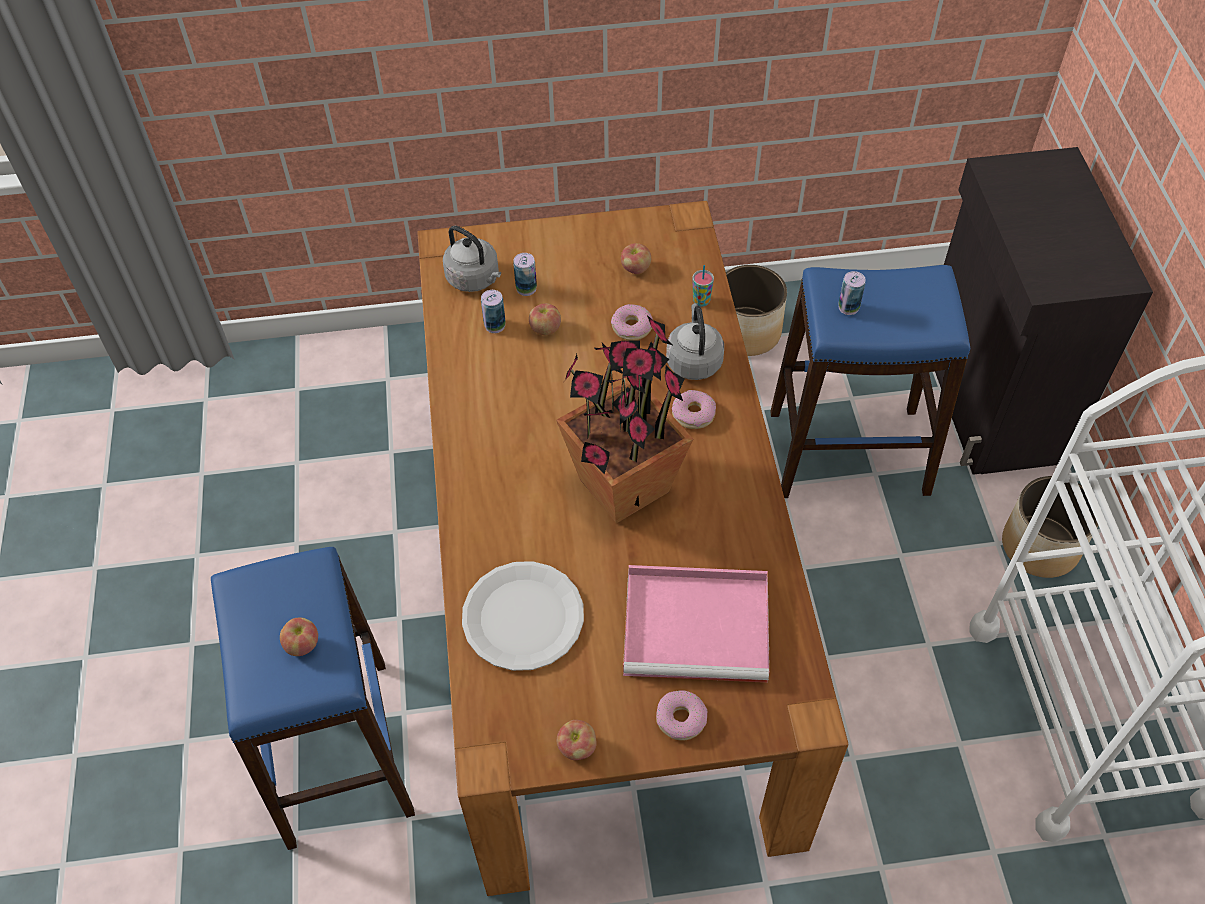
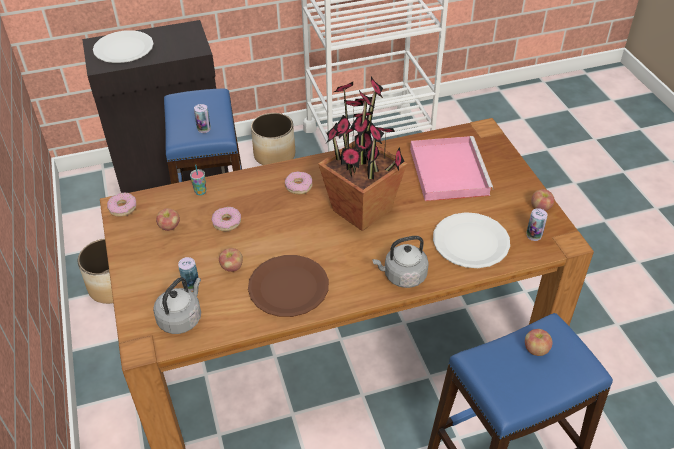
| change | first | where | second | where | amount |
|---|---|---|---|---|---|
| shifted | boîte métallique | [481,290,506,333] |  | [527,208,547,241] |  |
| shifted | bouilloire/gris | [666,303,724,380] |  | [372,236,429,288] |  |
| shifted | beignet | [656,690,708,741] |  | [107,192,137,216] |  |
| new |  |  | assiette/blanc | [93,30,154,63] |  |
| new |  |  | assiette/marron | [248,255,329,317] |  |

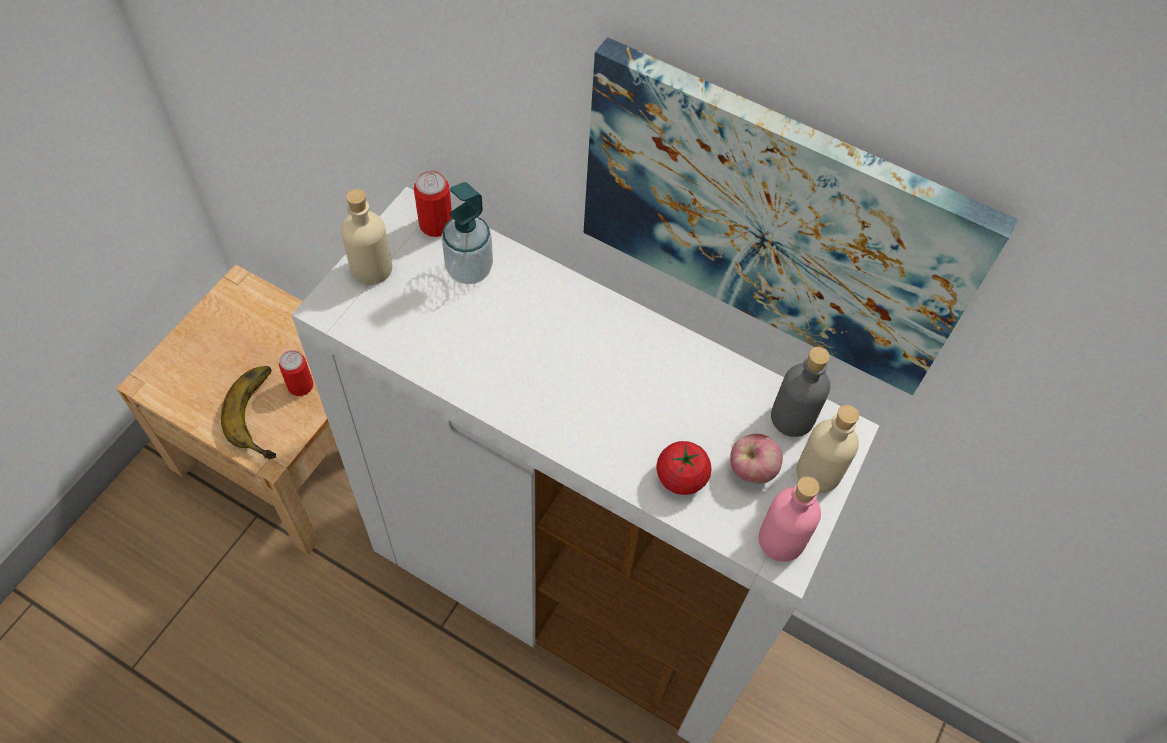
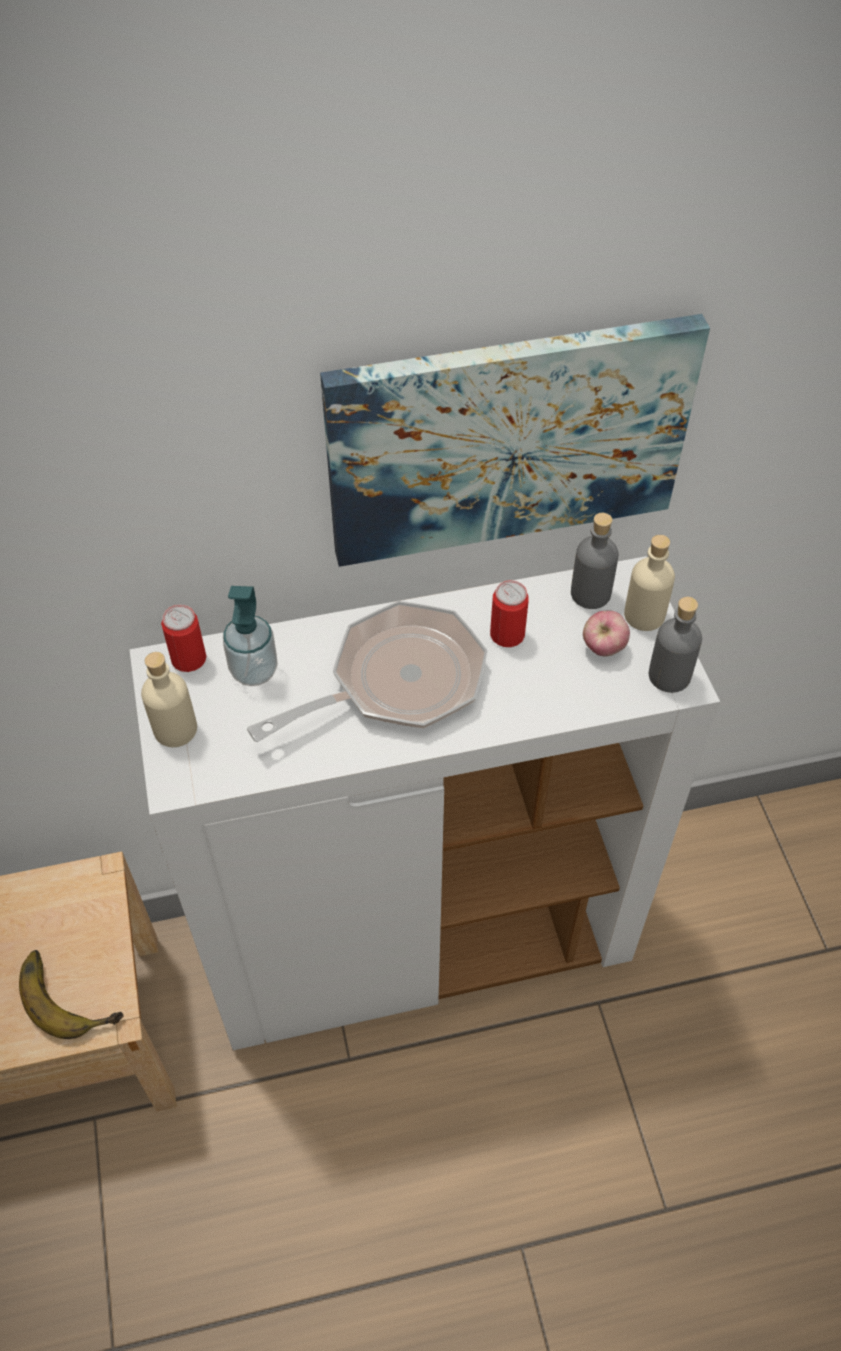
| change | first | where | second | where | amount |
|---|---|---|---|---|---|
| shifted | boîte métallique | [279,350,314,396] |  | [490,580,529,647] |  |
| gone | tomate | [656,441,711,495] |  |  |  |
| repainted | bouteille/rose | [759,476,821,562] | bouteille/gris | [649,597,702,693] |  |
| new |  |  | poêle | [247,601,488,742] |  |

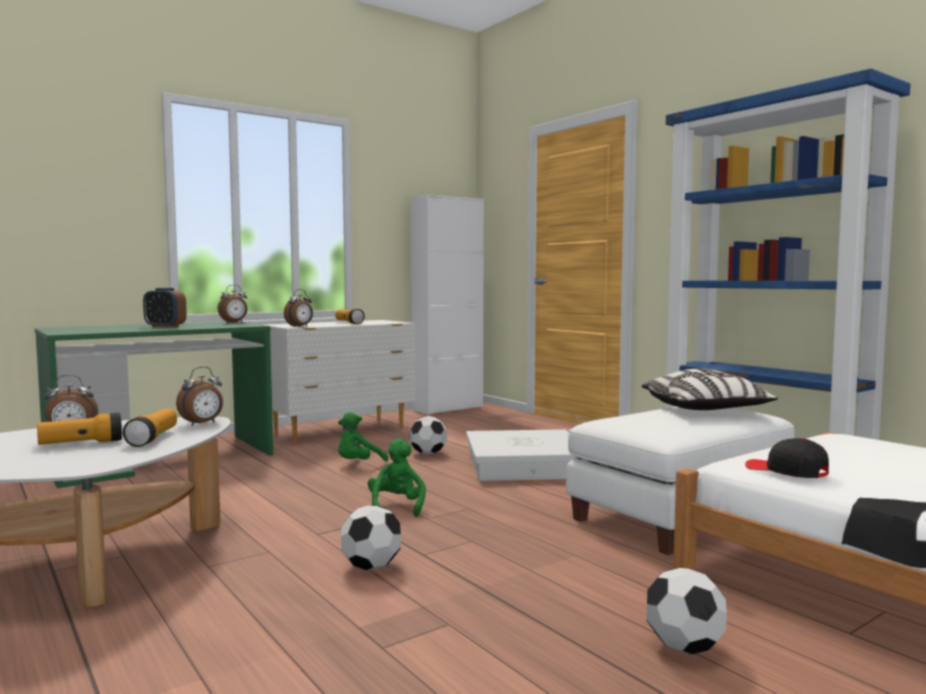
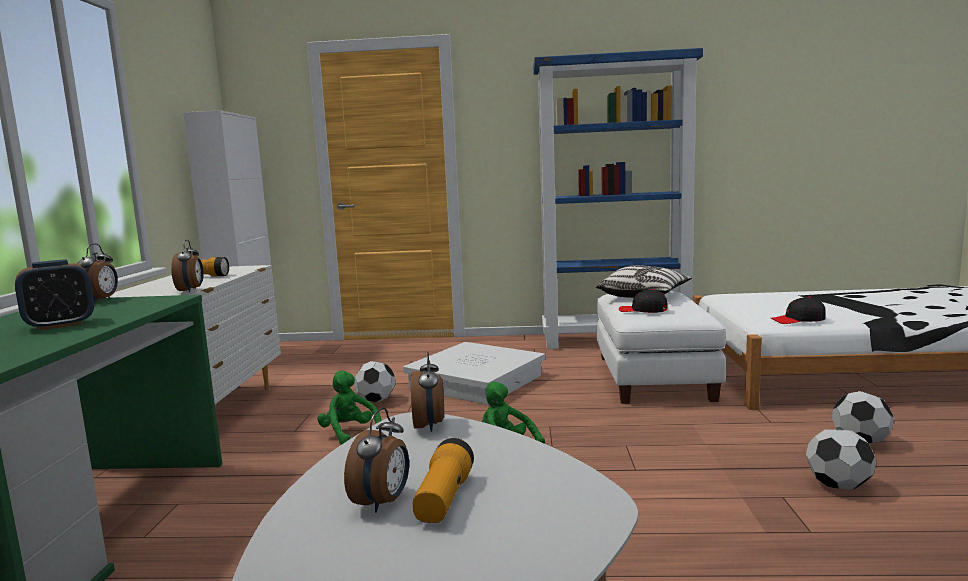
| change | first | where | second | where | amount |
|---|---|---|---|---|---|
| gone | lampe de poche | [123,409,177,447] |  |  |  |
| rotated | peluche/vert | [338,412,389,462] |  | [317,371,382,445] | 150 degrees clockwise |
| shifted | ballon de foot | [341,505,401,570] |  | [806,429,876,490] |  |
| new |  |  | casquette/noir | [619,289,667,313] |  |

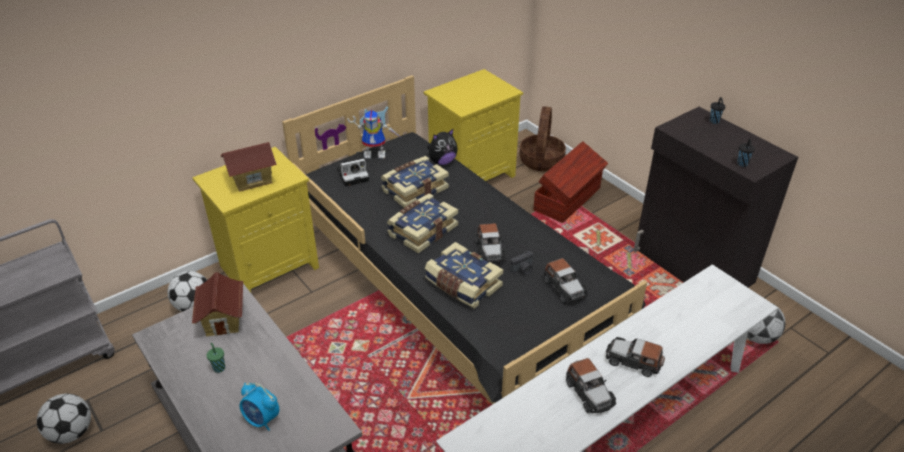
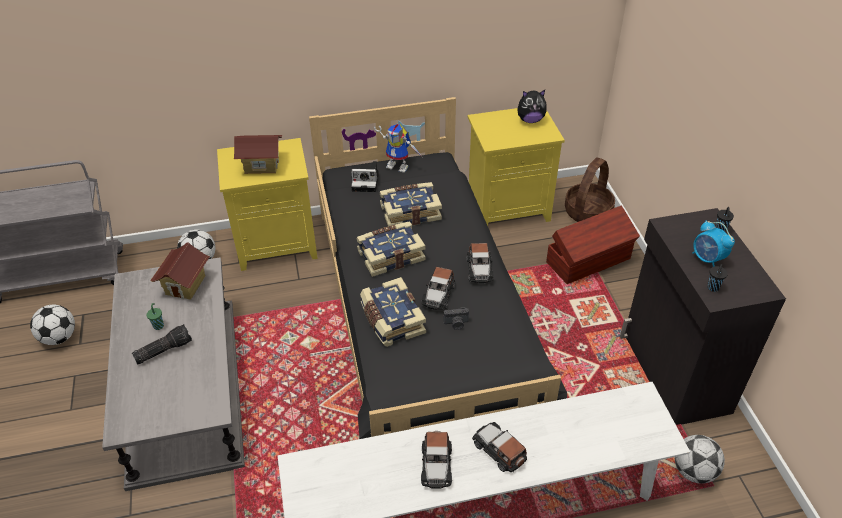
| change | first | where | second | where | amount |
|---|---|---|---|---|---|
| shifted | peluche | [427,129,458,165] |  | [518,90,547,123] |  |
| shifted | petite voiture | [544,258,588,303] |  | [467,243,494,283] |  |
| shifted | réveil | [240,383,279,431] |  | [692,220,735,267] |  |
| new |  |  | lampe de poche | [132,324,192,365] |  |

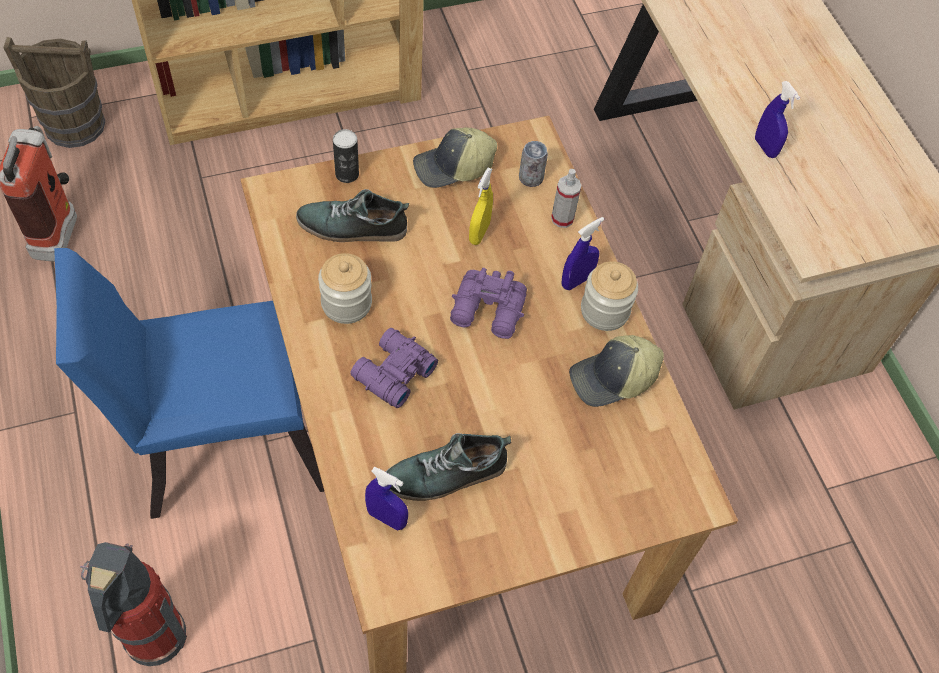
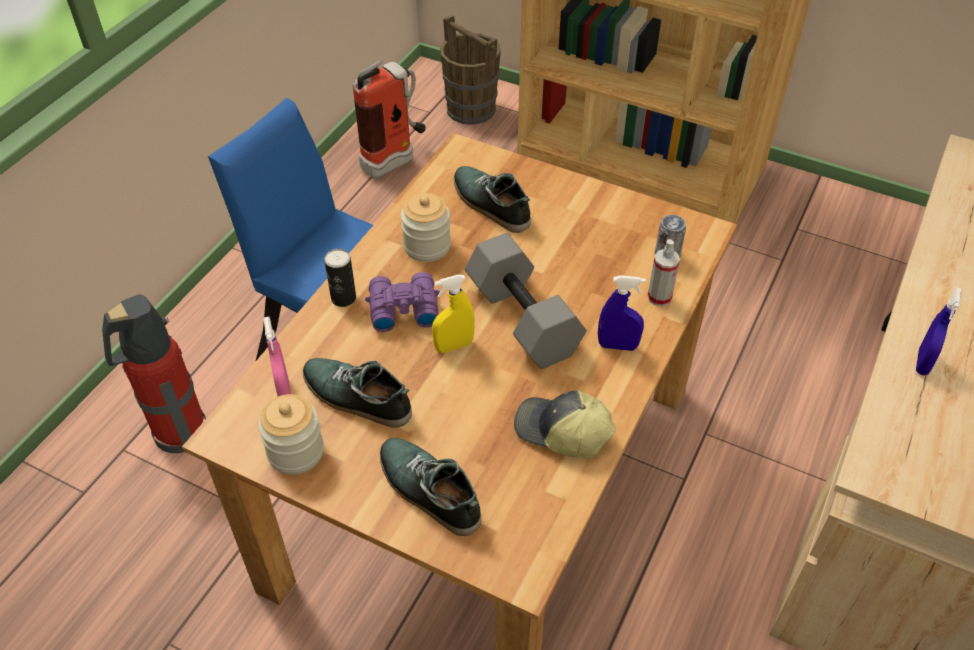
| change | first | where | second | where | amount |
|---|---|---|---|---|---|
| gone | casquette | [413,127,497,188] |  |  |  |
| shifted | boîte métallique | [333,129,359,183] |  | [324,249,356,307] |  |
| shifted | vaporisateur/jaune | [469,168,493,245] |  | [432,274,475,353] |  |
| shifted | bocal | [581,261,638,331] |  | [258,394,324,475] |  |
| swapped | jumelles/violet | [450,268,527,339] | haltère/gris | [465,233,586,369] |  |
| repainted | vaporisateur/bleu | [365,466,408,531] | vaporisateur/rose | [264,317,291,396] |  |
| new |  |  | chaussure | [380,438,481,536] |  |

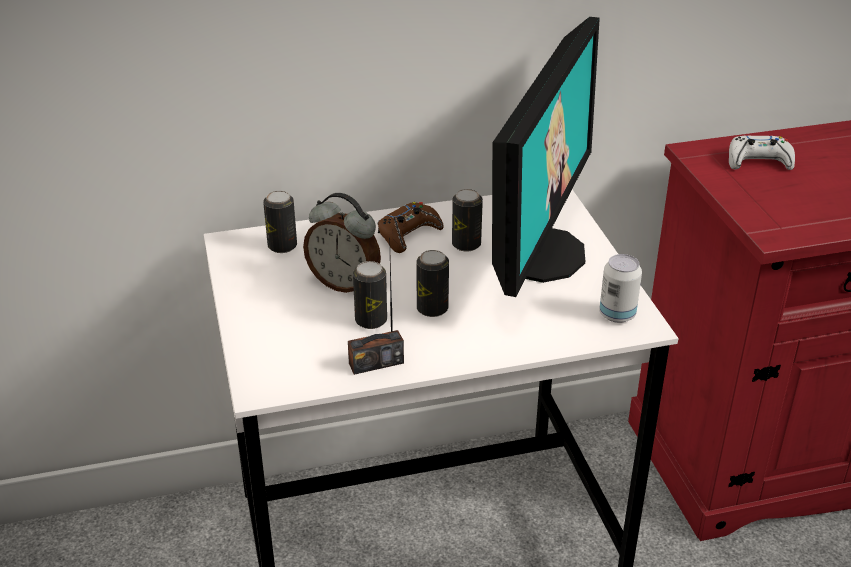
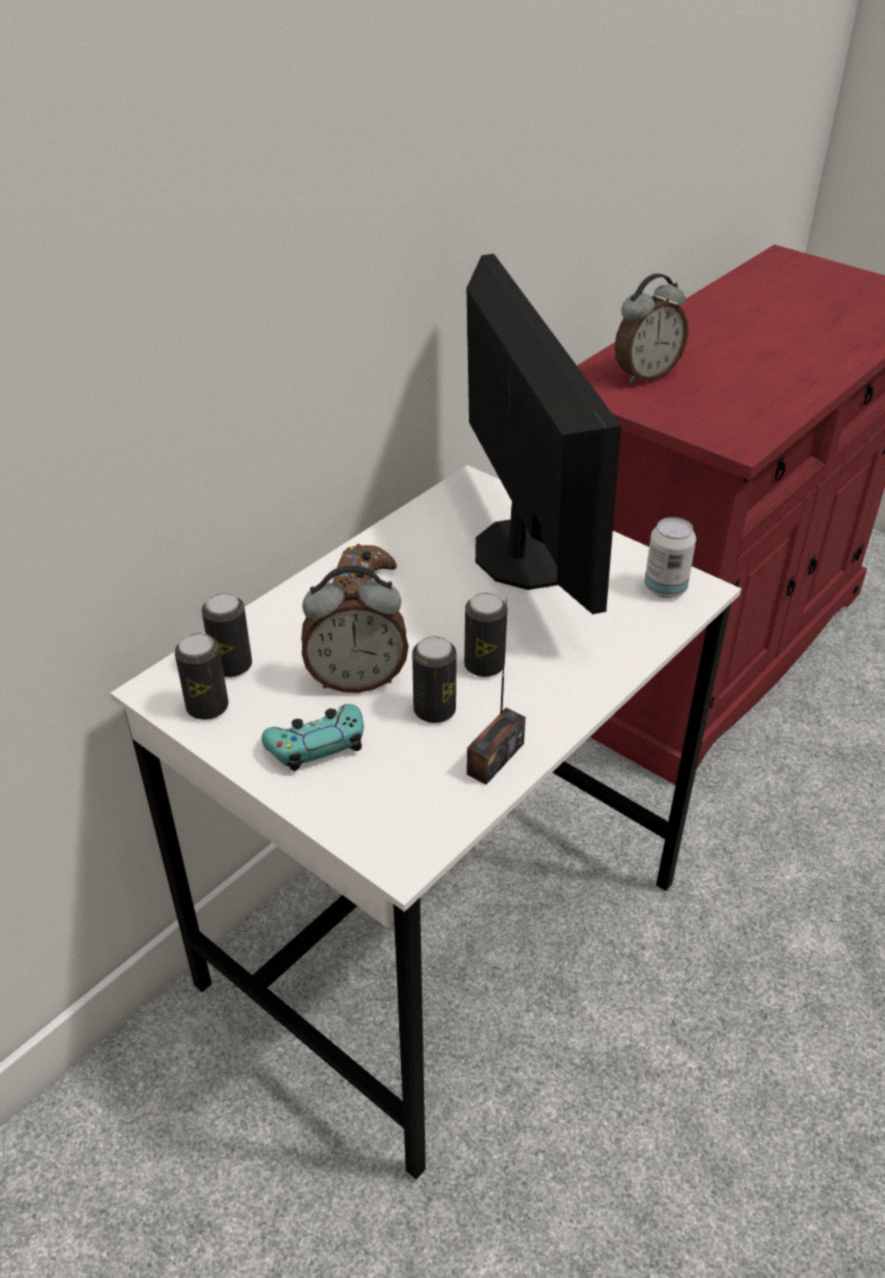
| change | first | where | second | where | amount |
|---|---|---|---|---|---|
| swapped | manette/blanc | [729,135,795,170] | réveil | [615,273,689,384] |  |
| shifted | boîte métallique | [452,189,483,252] |  | [175,633,229,720] |  |
| new |  |  | manette/turquoise | [261,704,364,771] |  |

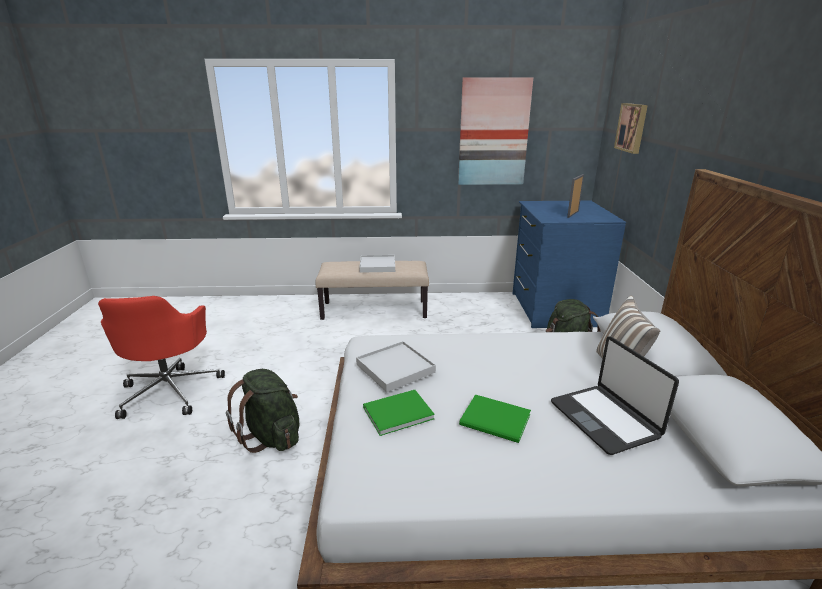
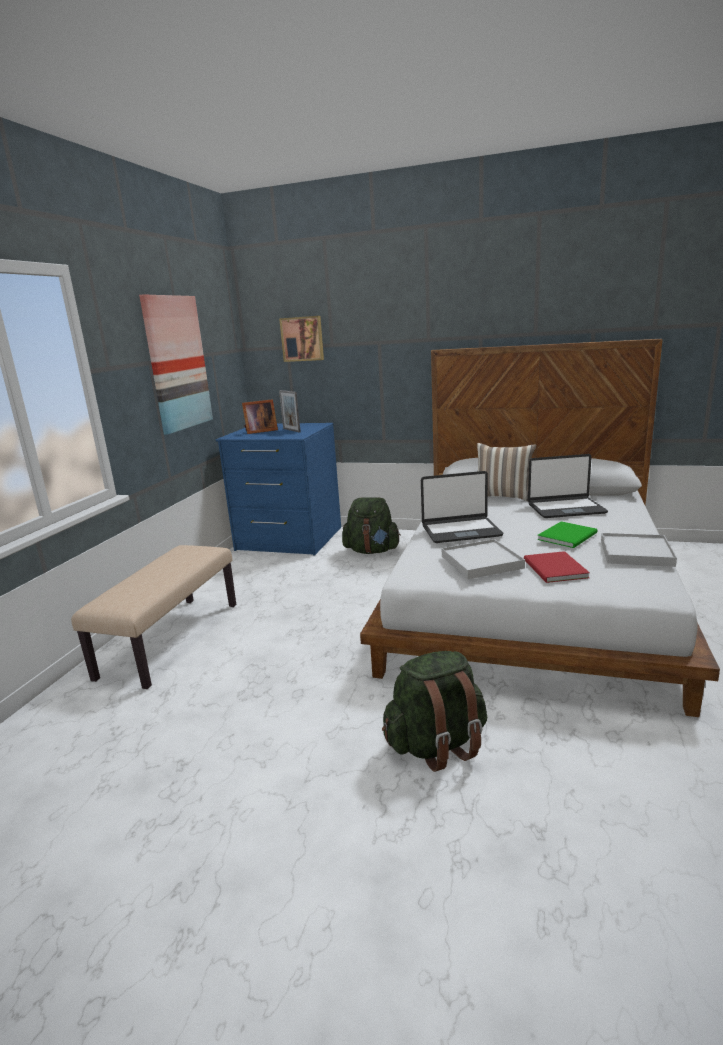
| change | first | where | second | where | amount |
|---|---|---|---|---|---|
| shifted | plateau/blanc | [359,255,395,273] |  | [601,533,677,567] |  |
| gone | chaise de bureau/rouge | [98,296,225,419] |  |  |  |
| repainted | livre/vert | [363,390,435,436] | livre/rouge | [524,551,590,583] |  |
| new |  |  | cadre photo | [242,399,278,434] |  |
| new |  |  | ordinateur portable | [421,471,503,543] |  |

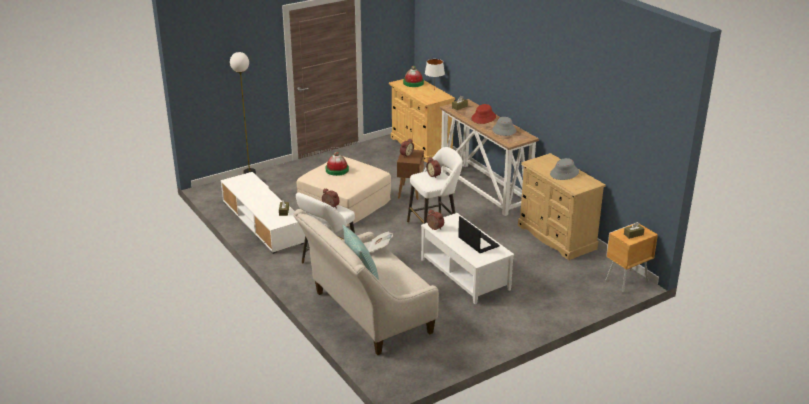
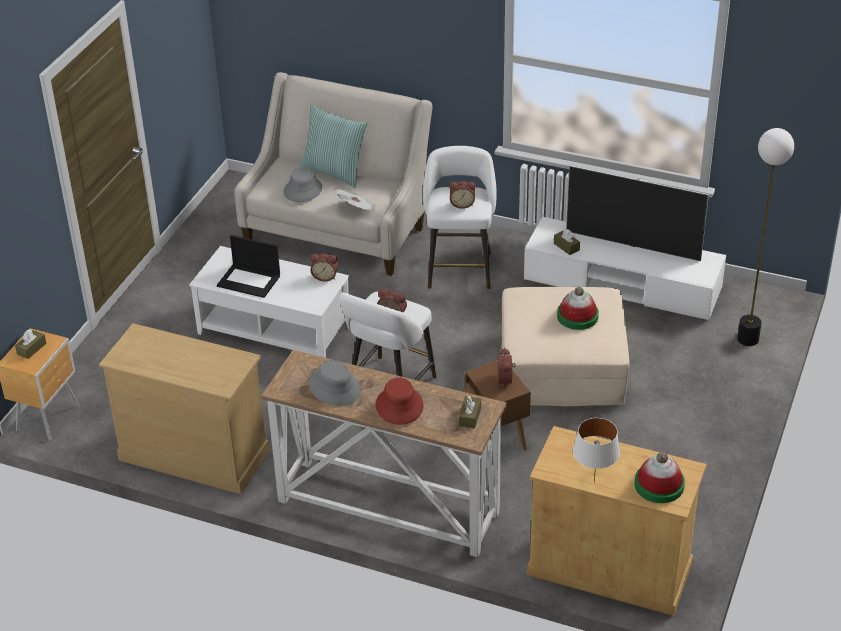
| change | first | where | second | where | amount |
|---|---|---|---|---|---|
| shifted | chapeau/gris | [550,158,579,180] |  | [284,168,322,202] |  |
| new |  |  | téléviseur | [566,166,709,261] |  |

